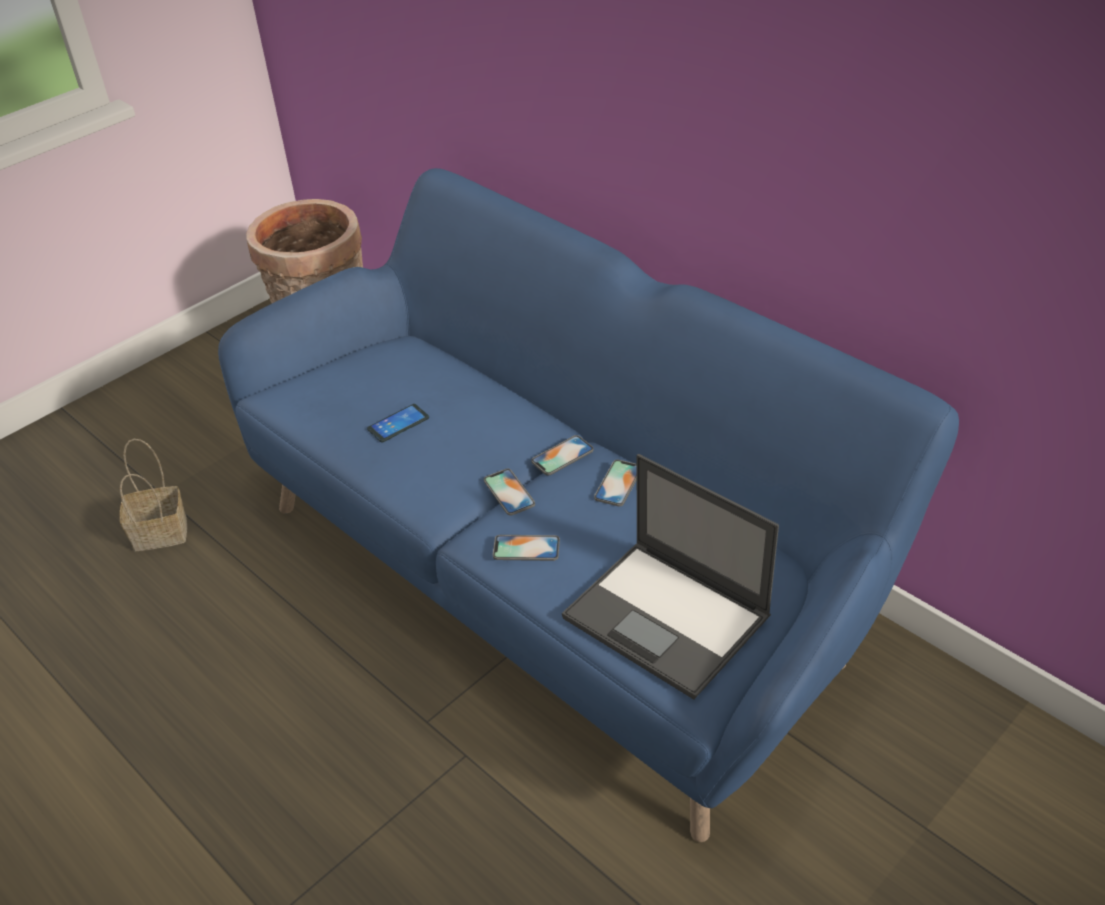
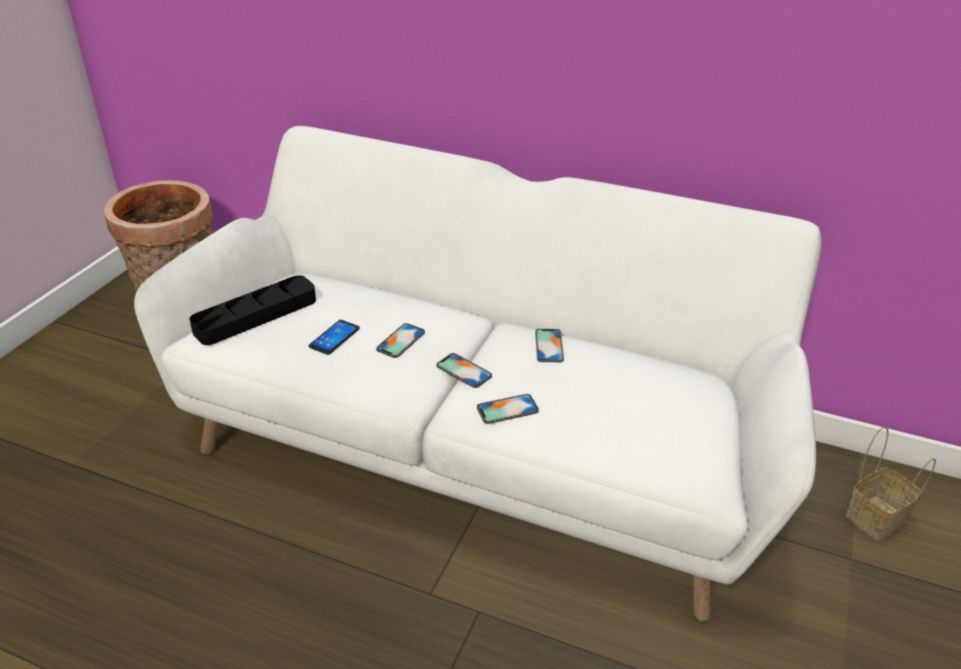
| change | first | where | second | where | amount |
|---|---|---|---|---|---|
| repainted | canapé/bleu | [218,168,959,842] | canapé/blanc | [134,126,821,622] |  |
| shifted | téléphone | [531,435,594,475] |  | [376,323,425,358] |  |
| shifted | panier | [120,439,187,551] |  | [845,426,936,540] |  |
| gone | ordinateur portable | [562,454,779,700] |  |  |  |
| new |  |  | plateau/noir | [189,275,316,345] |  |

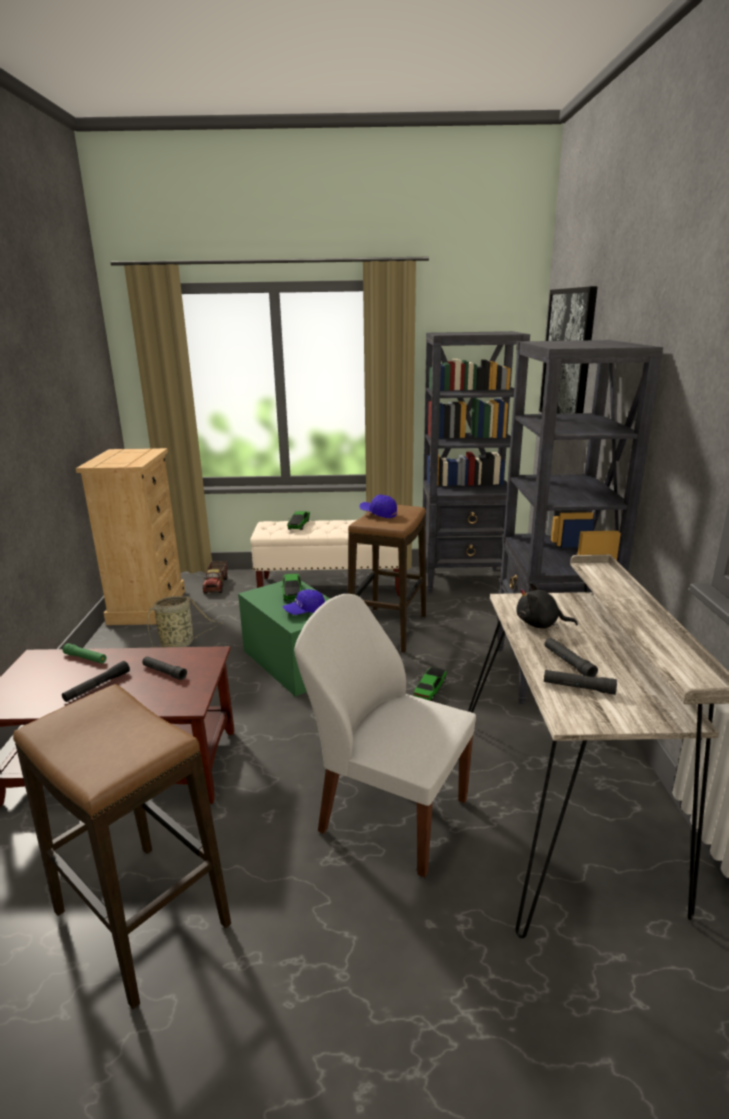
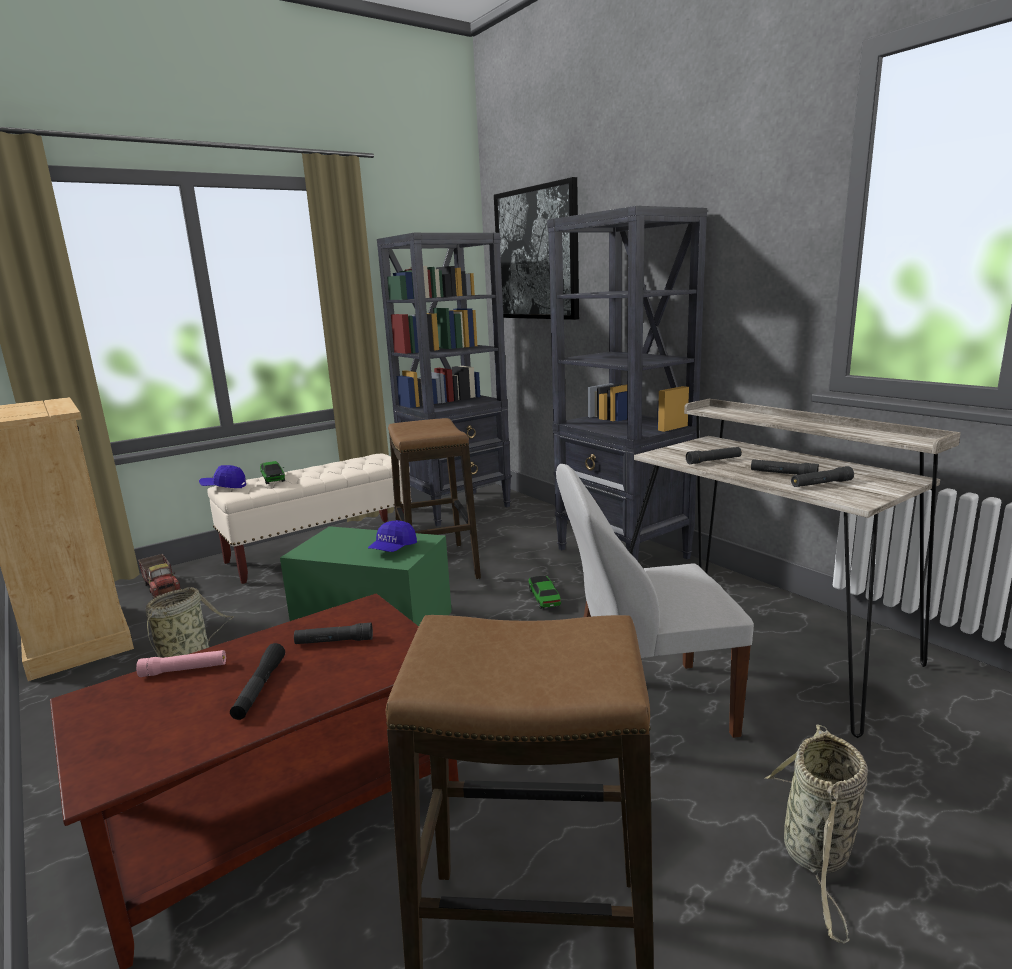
| change | first | where | second | where | amount |
|---|---|---|---|---|---|
| shifted | casquette/bleu | [360,495,397,518] |  | [199,465,246,488] |  |
| gone | petite voiture | [281,574,303,601] |  |  |  |
| swapped | peluche/noir | [516,583,578,629] | lampe de poche/noir | [686,447,742,464] |  |
| repainted | lampe de poche/vert | [63,643,107,663] | lampe de poche/rose | [136,650,226,677] |  |
| new |  |  | panier | [764,724,868,943] |  |

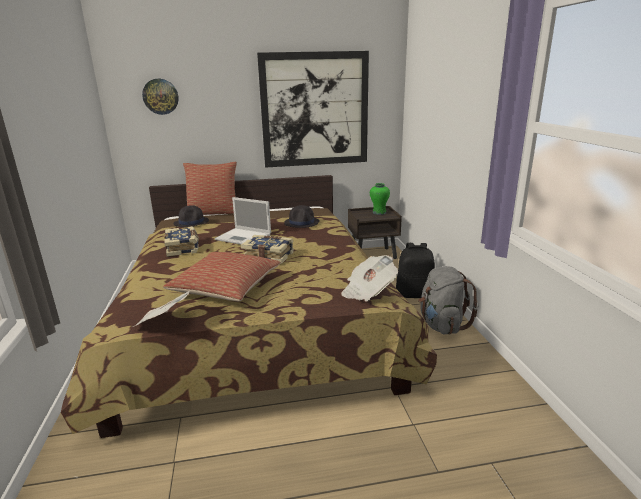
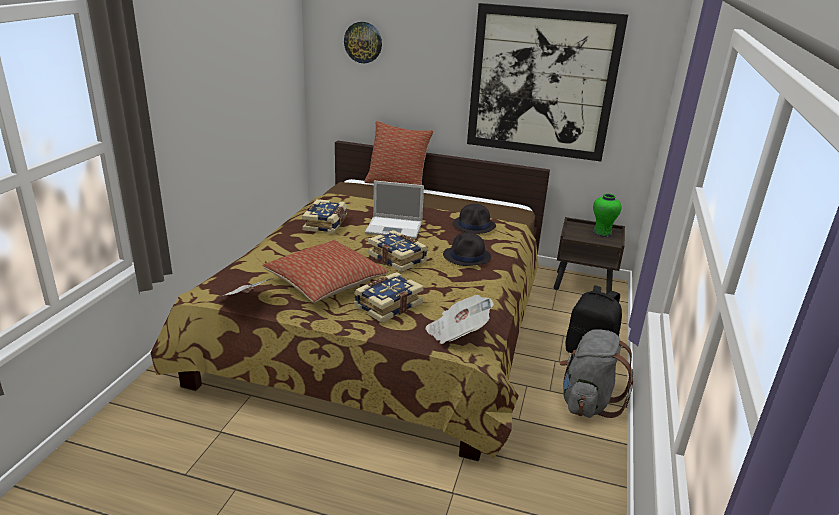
| change | first | where | second | where | amount |
|---|---|---|---|---|---|
| rotated | ordinateur portable | [215,197,271,245] |  | [365,181,424,239] | 45 degrees counterclockwise |
| shifted | chapeau/noir | [173,205,209,227] |  | [443,232,491,266] |  |
| new |  |  | livre | [354,272,424,323] |  |

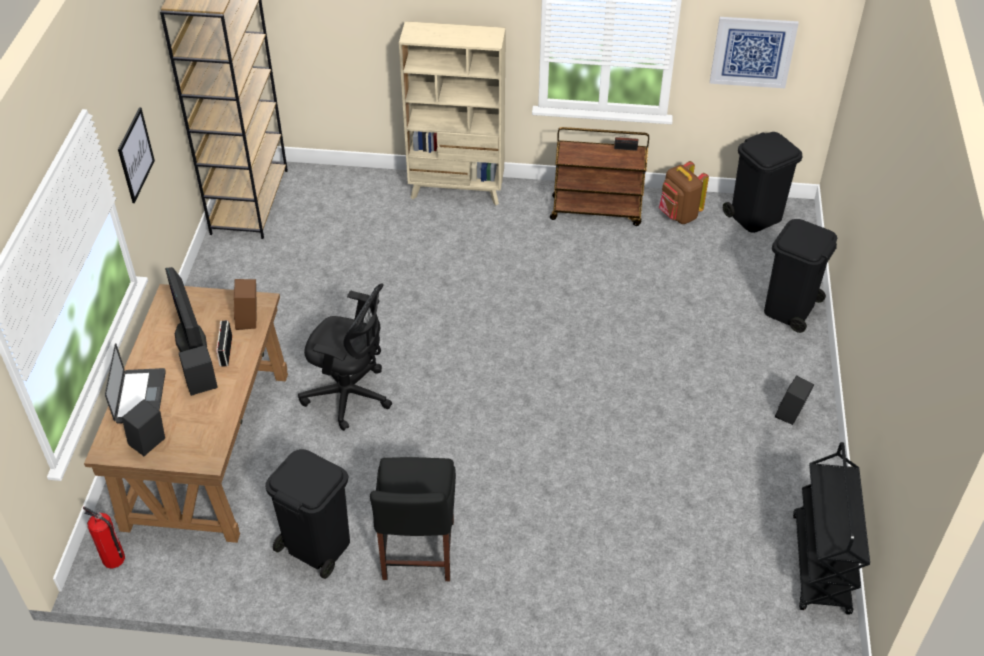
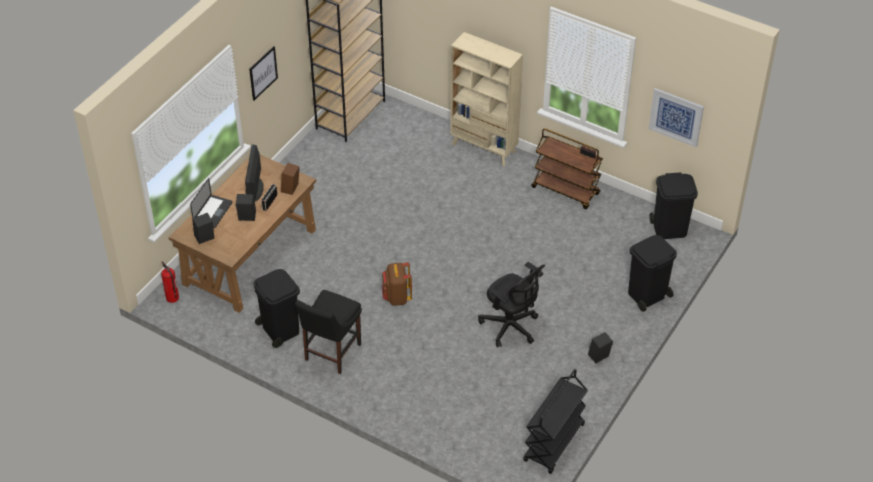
| change | first | where | second | where | amount |
|---|---|---|---|---|---|
| shifted | sac à dos/marron | [659,161,709,224] |  | [382,262,412,306] |  |
| shifted | chaise de bureau/noir | [298,283,392,431] |  | [478,262,545,348] |  |

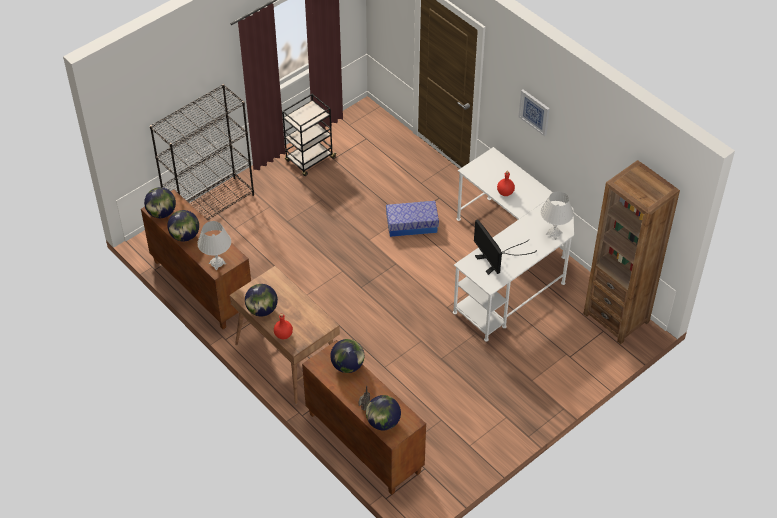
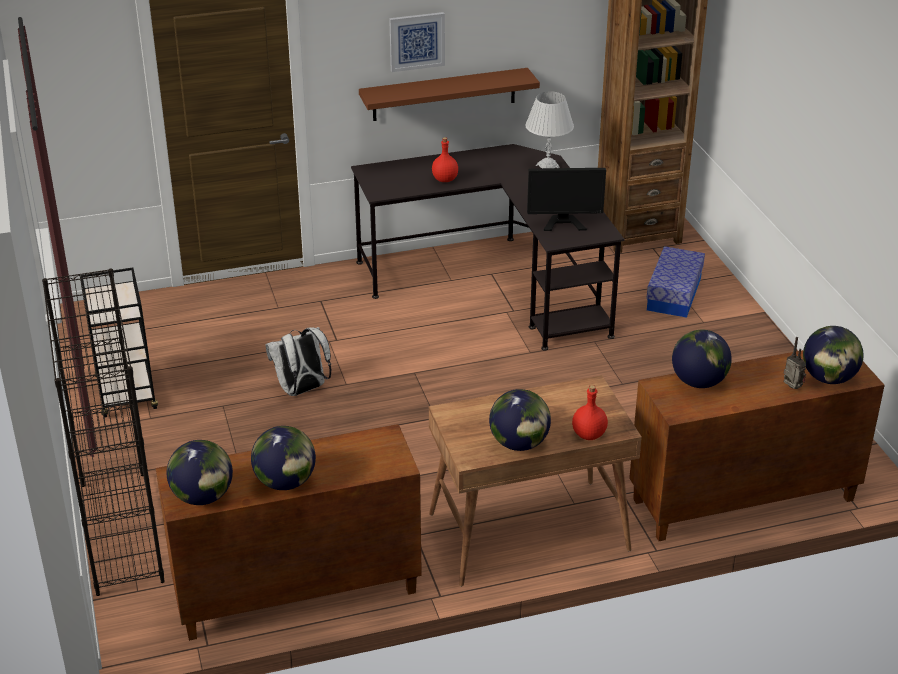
| change | first | where | second | where | amount |
|---|---|---|---|---|---|
| repainted | bureau/blanc | [453,147,574,342] | bureau/noir | [351,144,624,351] |  |
| shifted | boîte de rangement | [386,201,439,237] |  | [646,246,705,318] |  |
| gone | lampe de table/blanc | [197,221,231,270] |  |  |  |
| new |  |  | étagère/marron | [359,68,540,121] |  |
| new |  |  | sac à dos/blanc | [266,327,332,396] |  |

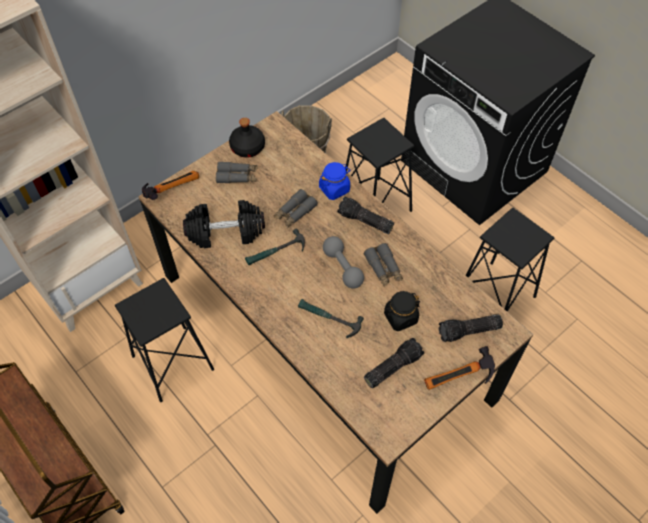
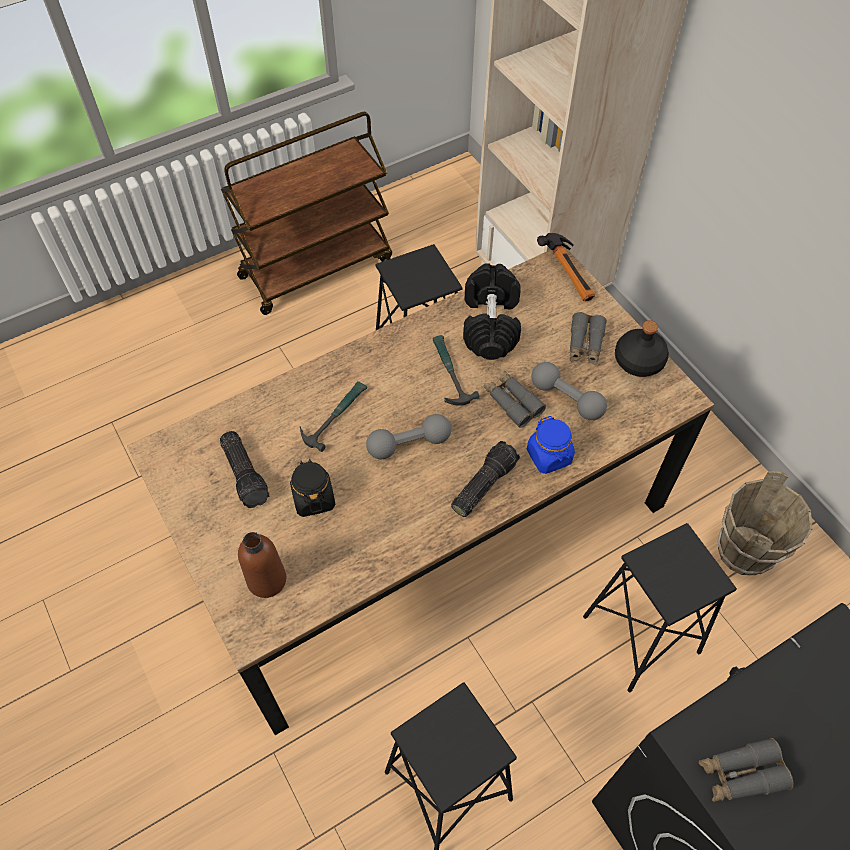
| change | first | where | second | where | amount |
|---|---|---|---|---|---|
| shifted | jumelles/gris | [364,243,403,287] |  | [699,738,794,802] |  |
| swapped | lampe de poche | [439,315,503,342] | bouteille/marron | [238,532,286,598] |  |
| gone | marteau | [424,346,495,390] |  |  |  |
| new |  |  | haltère/gris | [531,362,607,420] |  |

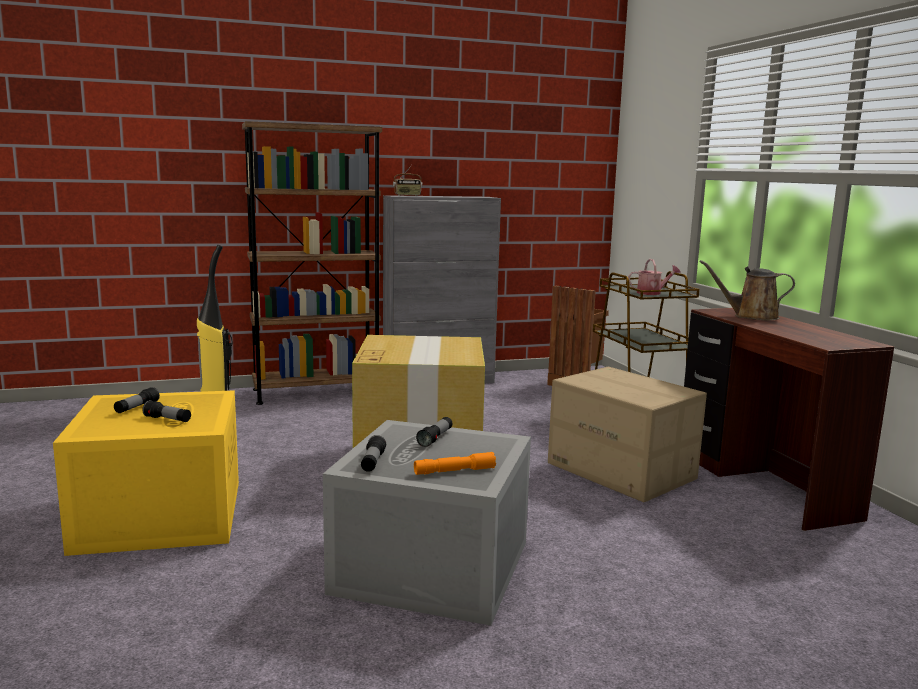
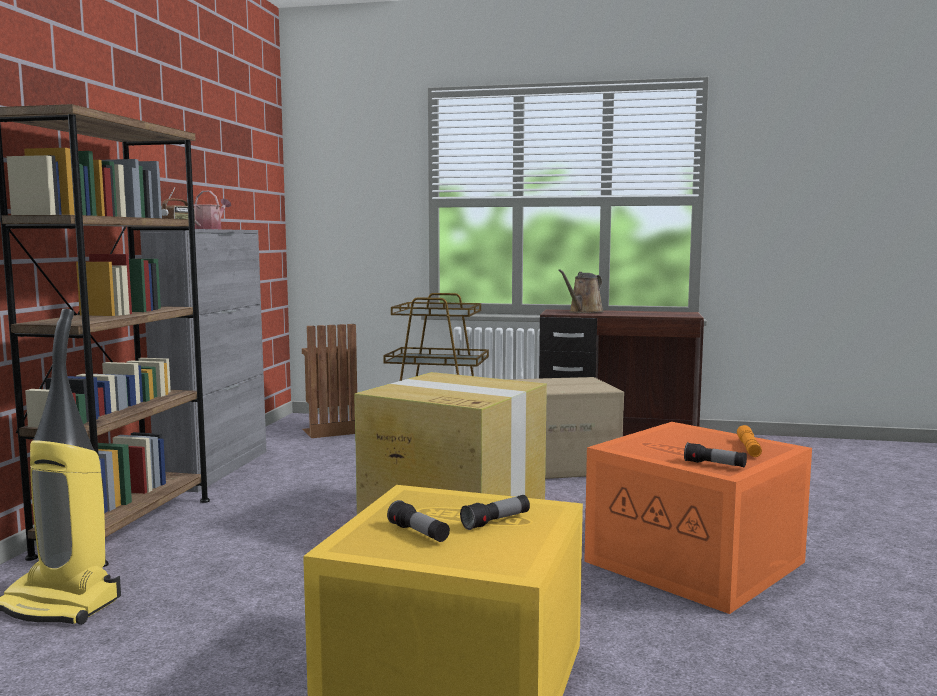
| change | first | where | second | where | amount |
|---|---|---|---|---|---|
| shifted | arrosoir | [628,259,680,295] |  | [194,191,231,229] |  |
| gone | lampe de poche | [416,417,453,447] |  |  |  |
| repainted | boîte de rangement/gris | [323,420,531,626] | boîte de rangement/orange | [584,422,812,614] |  |

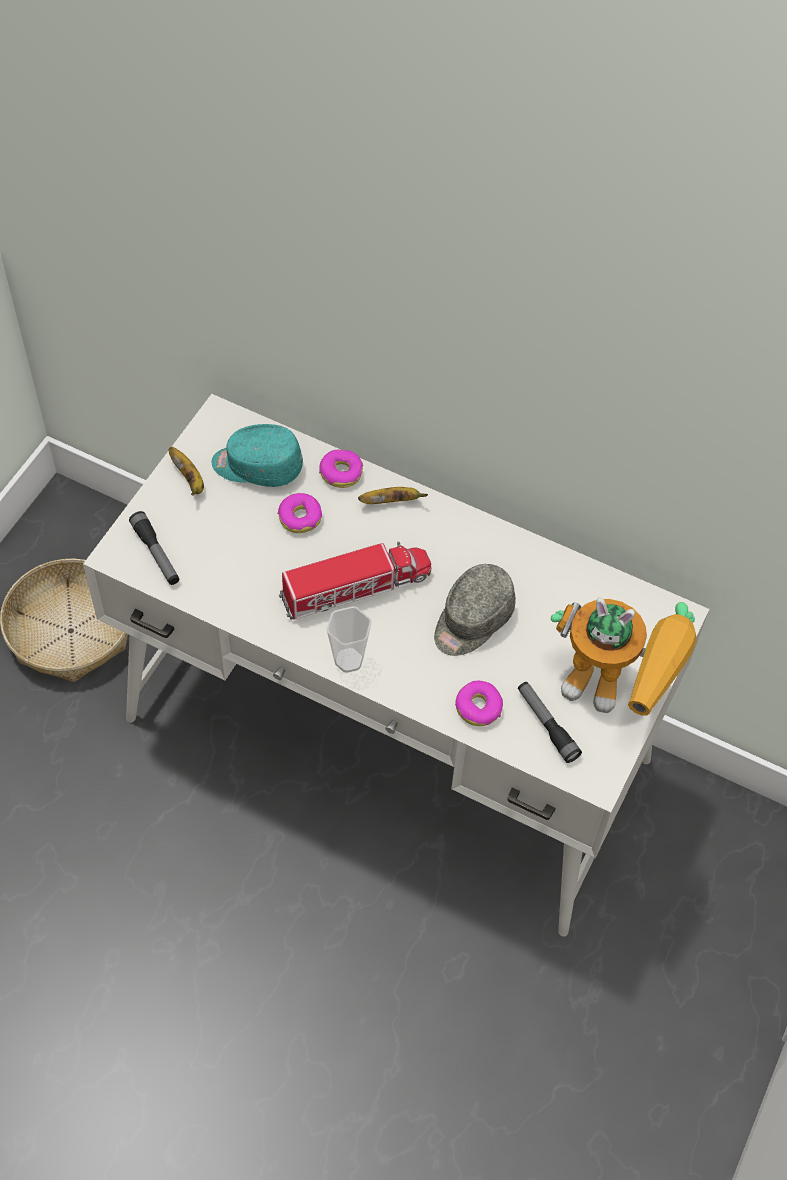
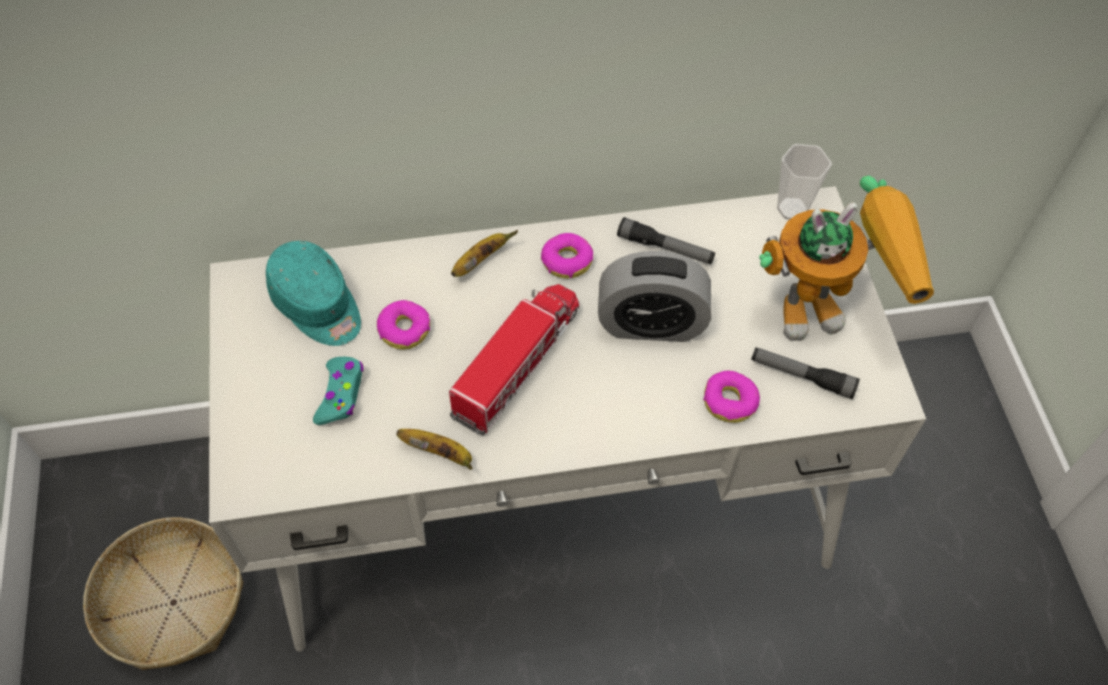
| change | first | where | second | where | amount |
|---|---|---|---|---|---|
| rotated | casquette/turquoise | [211,424,303,487] |  | [266,241,361,346] | 105 degrees counterclockwise |
| shifted | banane | [168,446,204,495] |  | [397,429,473,470] |  |
| shifted | beignet | [319,450,363,488] |  | [541,233,593,279] |  |
| shifted | lampe de poche | [129,511,179,585] |  | [617,217,715,264] |  |
| swapped | casquette/gris | [434,564,516,656] | réveil | [598,251,711,342] |  |
| shifted | tasse | [326,606,372,673] |  | [777,144,832,220] |  |
| new |  |  | manette/turquoise | [313,357,363,425] |  |

